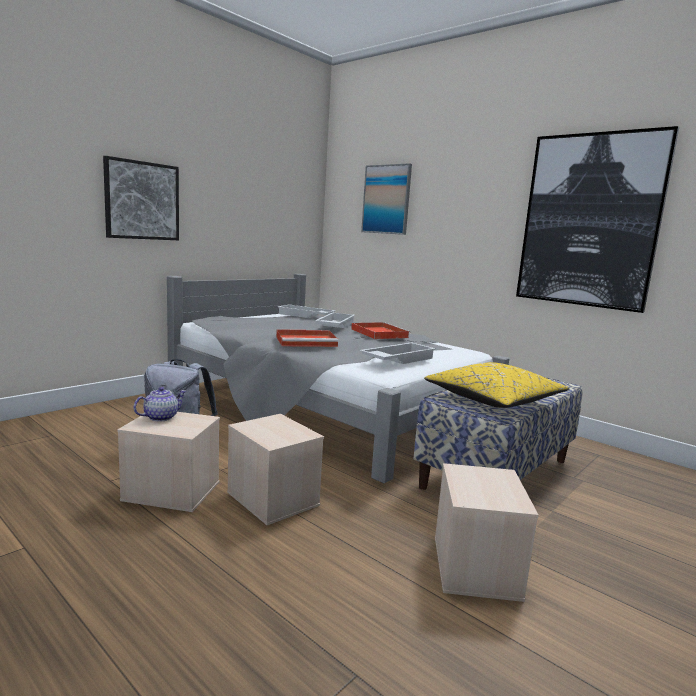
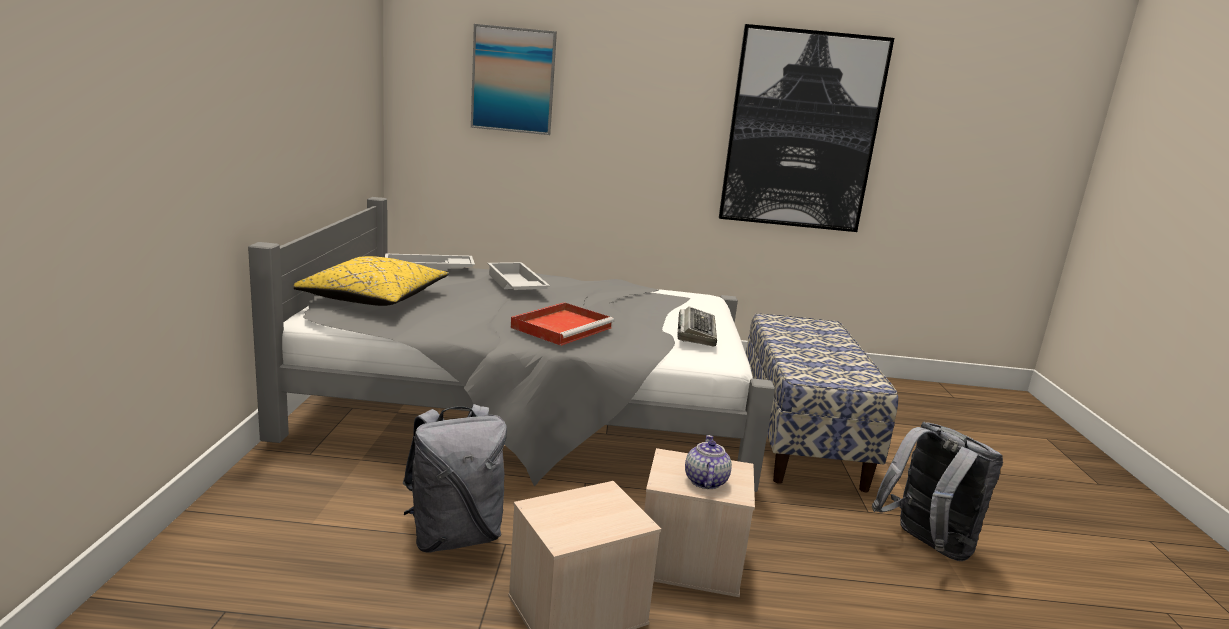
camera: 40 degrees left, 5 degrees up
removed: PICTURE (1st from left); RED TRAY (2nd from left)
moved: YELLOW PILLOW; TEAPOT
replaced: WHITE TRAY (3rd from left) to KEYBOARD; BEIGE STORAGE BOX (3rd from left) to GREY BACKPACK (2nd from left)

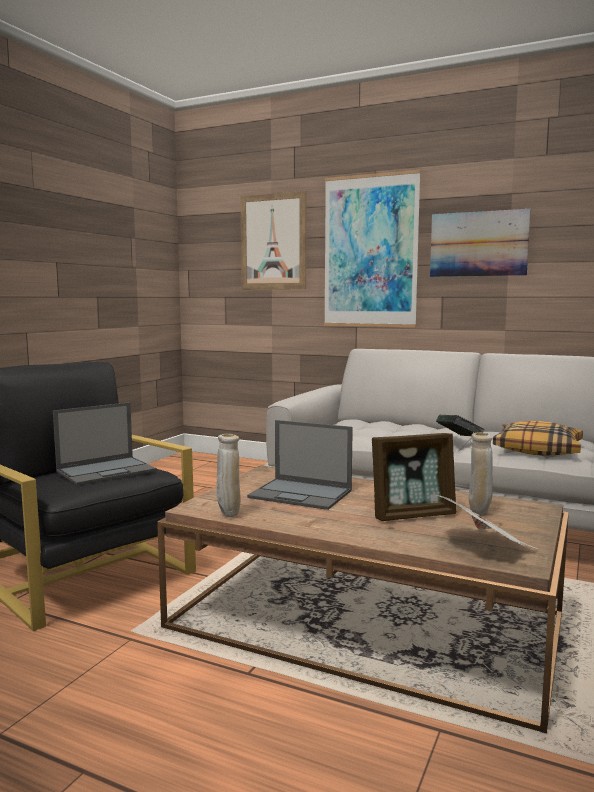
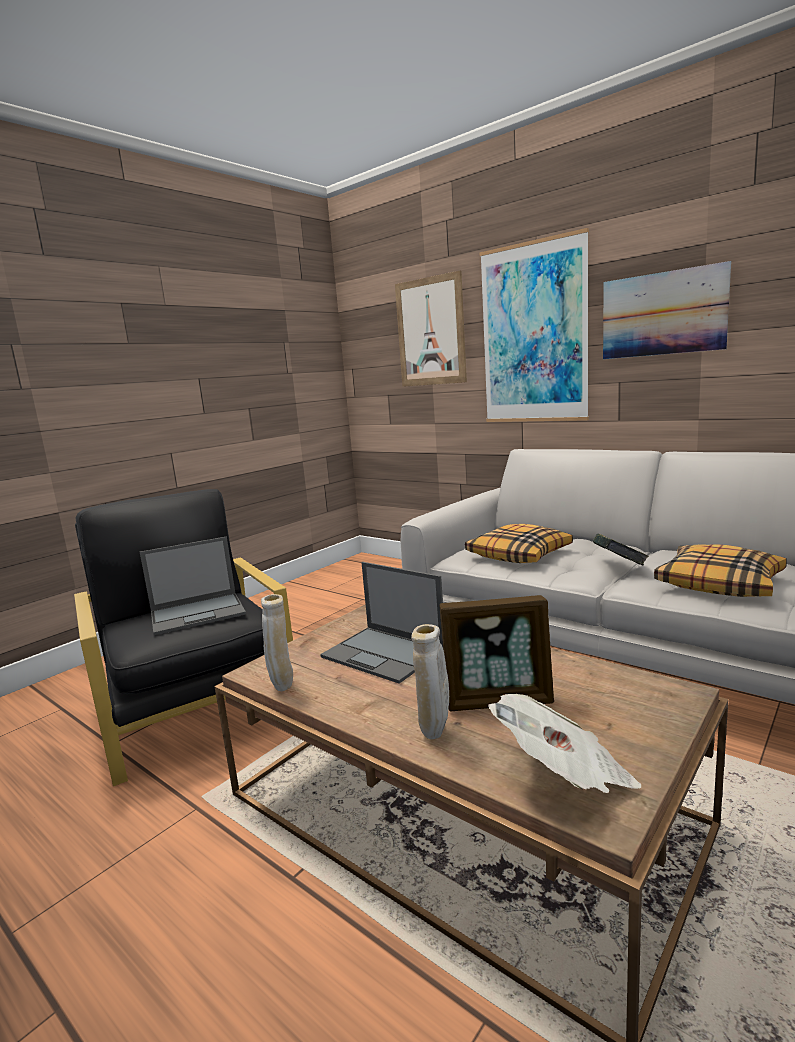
camera: 15 degrees right, 5 degrees up
added: PILLOW (1st from left)
moved: BEIGE VASE (2nd from left)

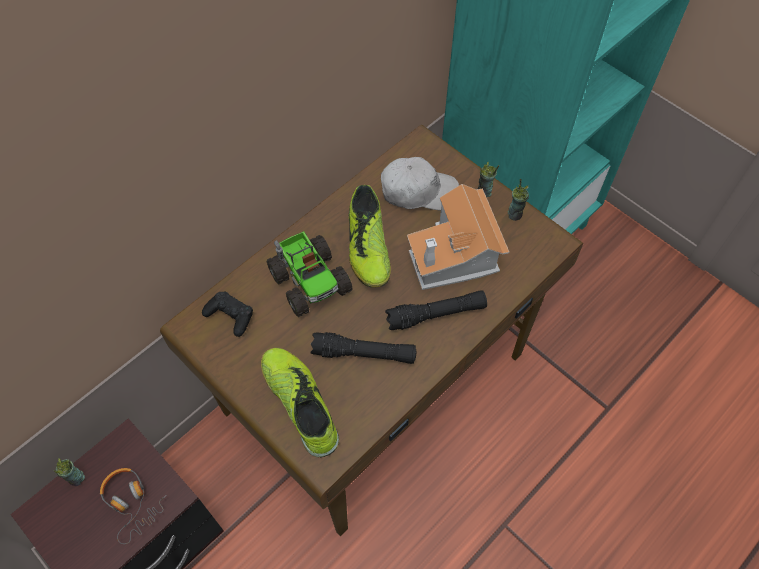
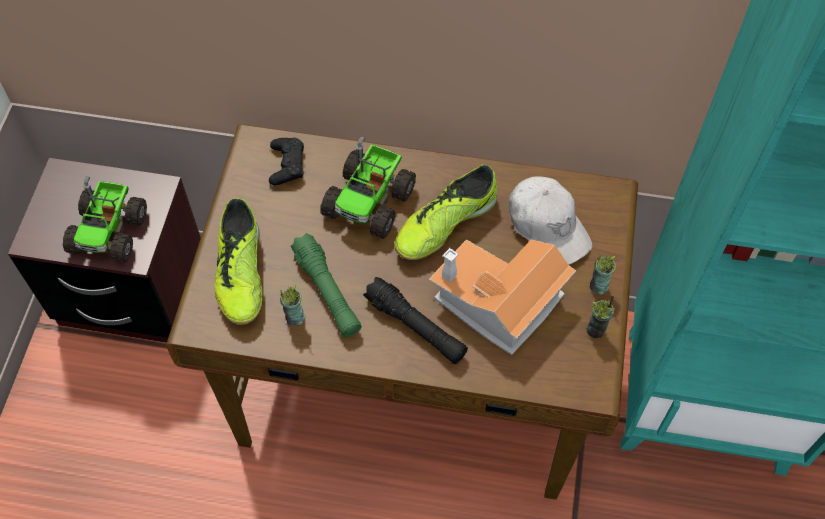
camera: 55 degrees right, 0 degrees up
moved: CUP (1st from left)
replaced: HEADPHONES to TOY TRUCK (1st from left)
recoloured: BLACK FLASHLIGHT (1st from left) to GREEN FLASHLIGHT
turned: SHOE (1st from left) 150 degrees clockwise

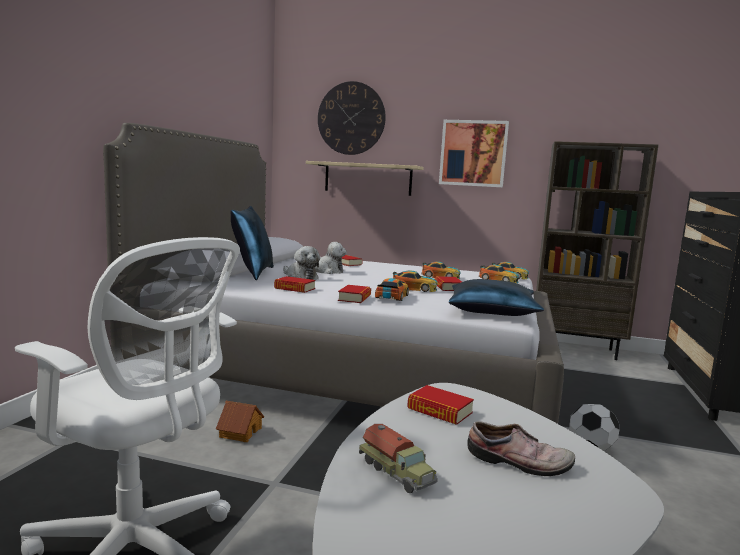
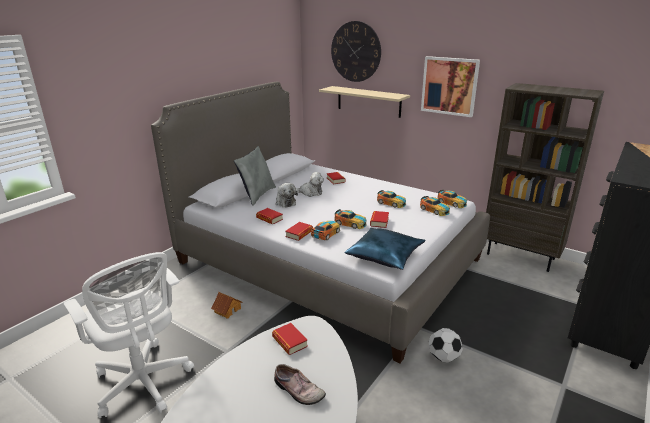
camera: 20 degrees right, 15 degrees up
removed: TOY TRUCK
recoloured: BLUE PILLOW (1st from left) to GREY PILLOW

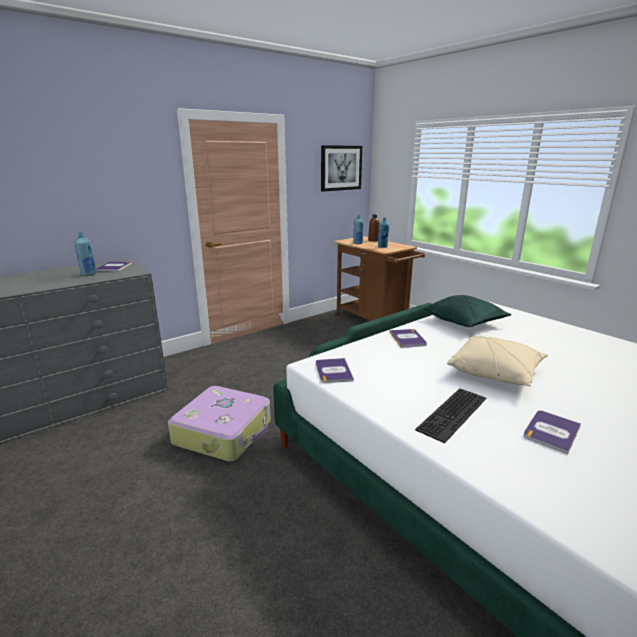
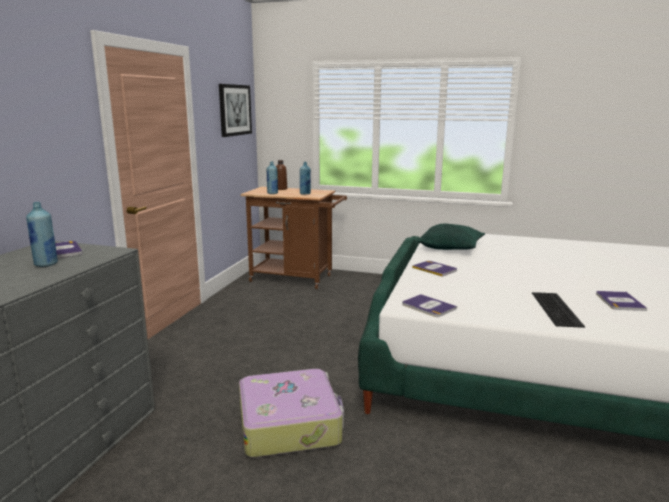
camera: 35 degrees left, 5 degrees down
removed: BEIGE PILLOW

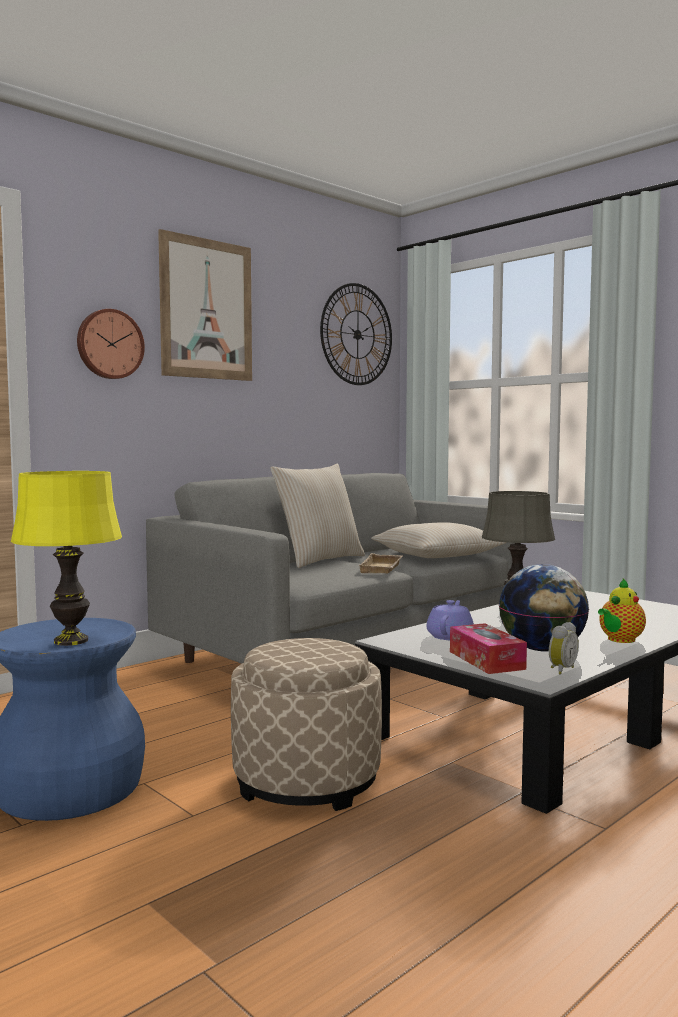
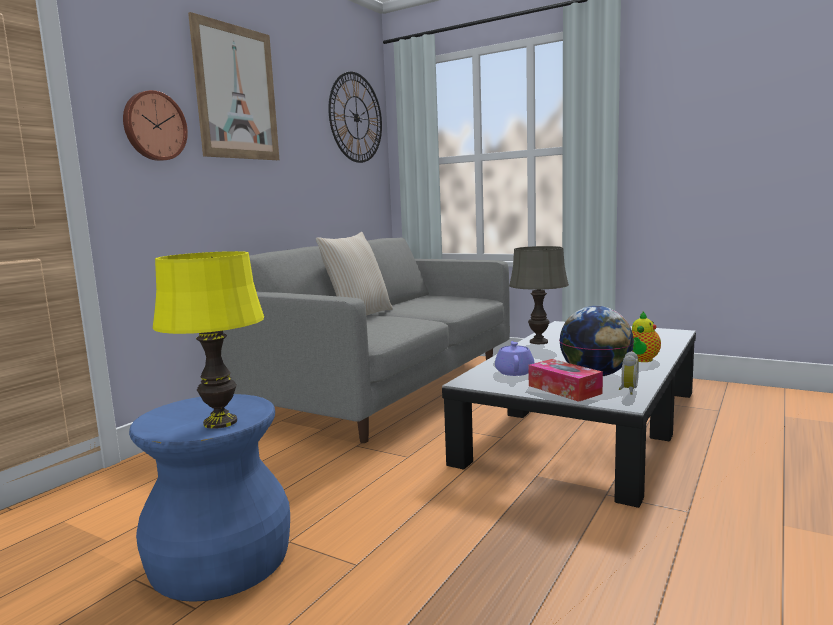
camera: 15 degrees left, 5 degrees up
removed: BEIGE PILLOW (2nd from left); BEIGE TRAY; BEIGE OTTOMAN

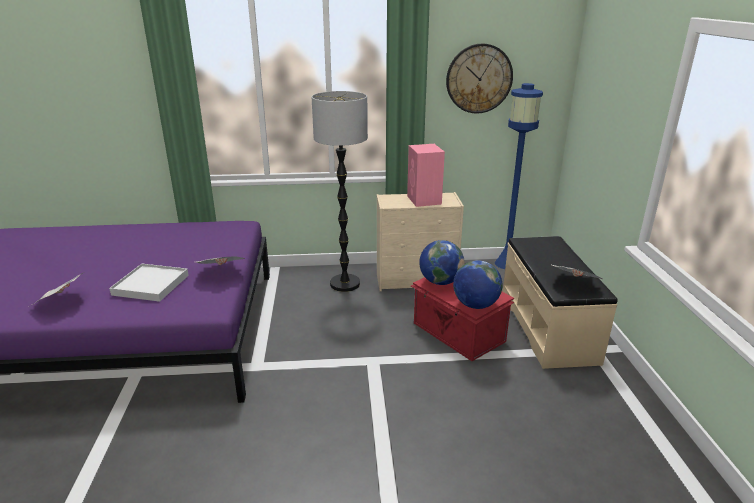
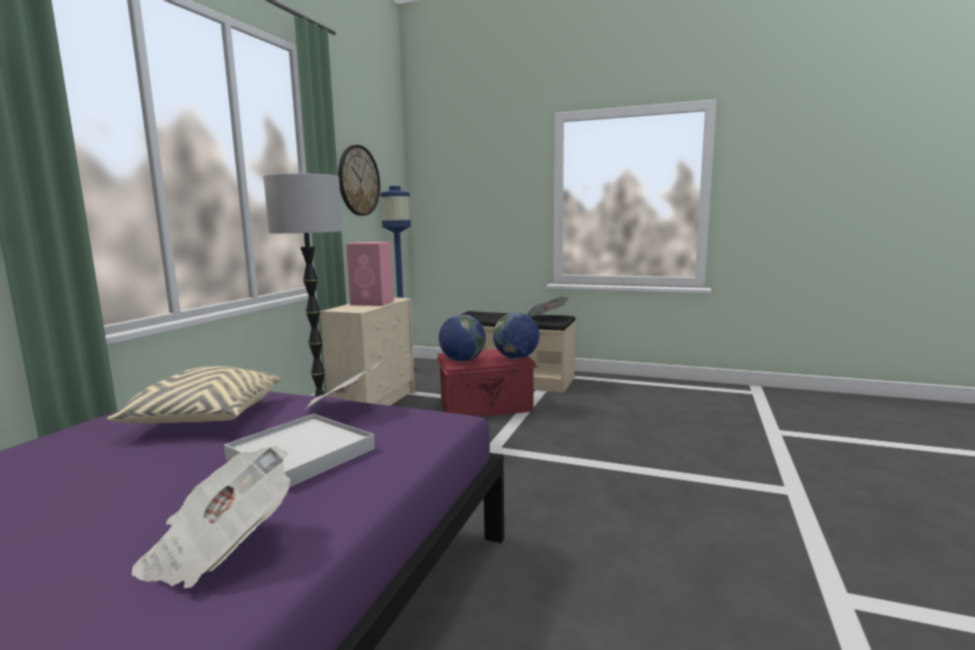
camera: 65 degrees left, 15 degrees down
added: BEIGE PILLOW

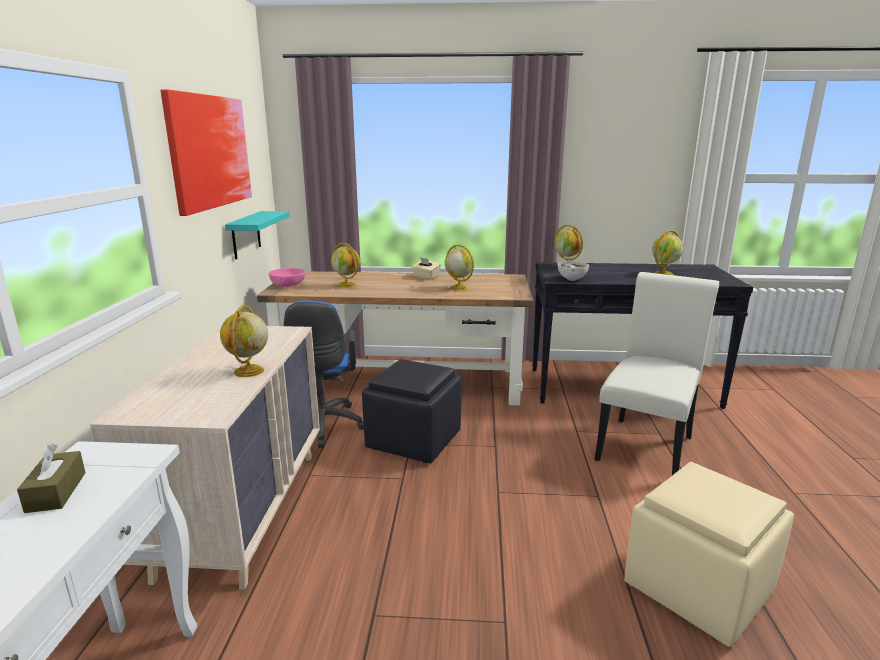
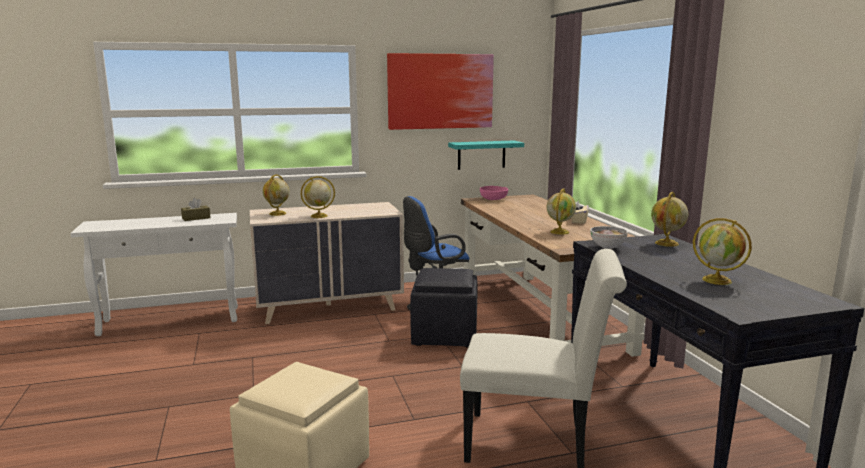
camera: 70 degrees right, 5 degrees down
moved: GLOBE (2nd from left in the first image) to GLOBE (1st from left)

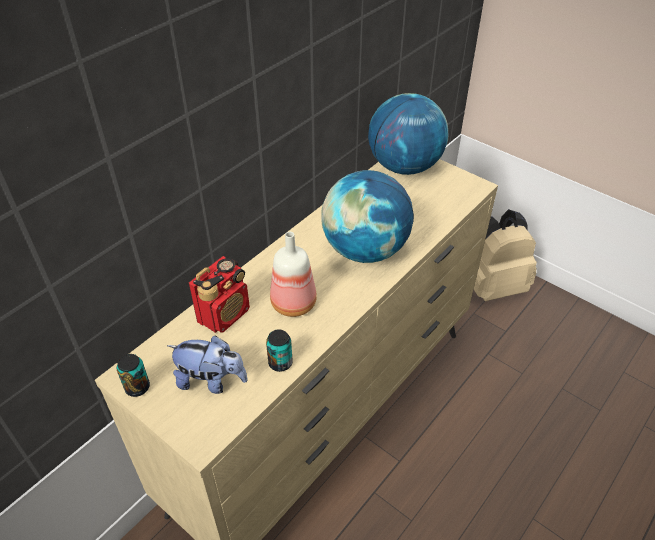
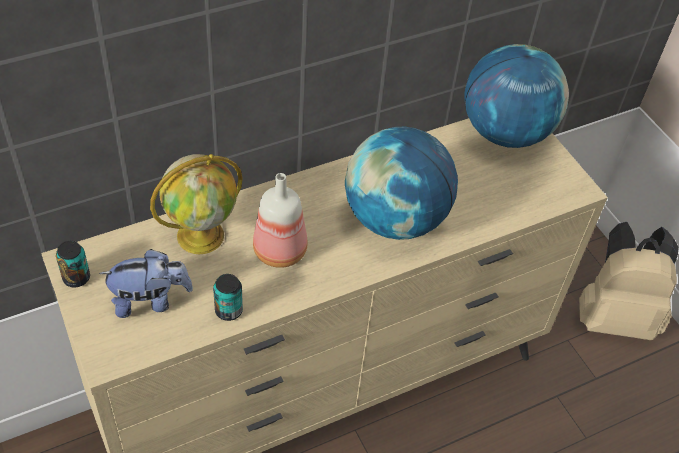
camera: 20 degrees right, 5 degrees up
replaced: RADIO to GLOBE (1st from left)
turned: PLUSH TOY 45 degrees counterclockwise

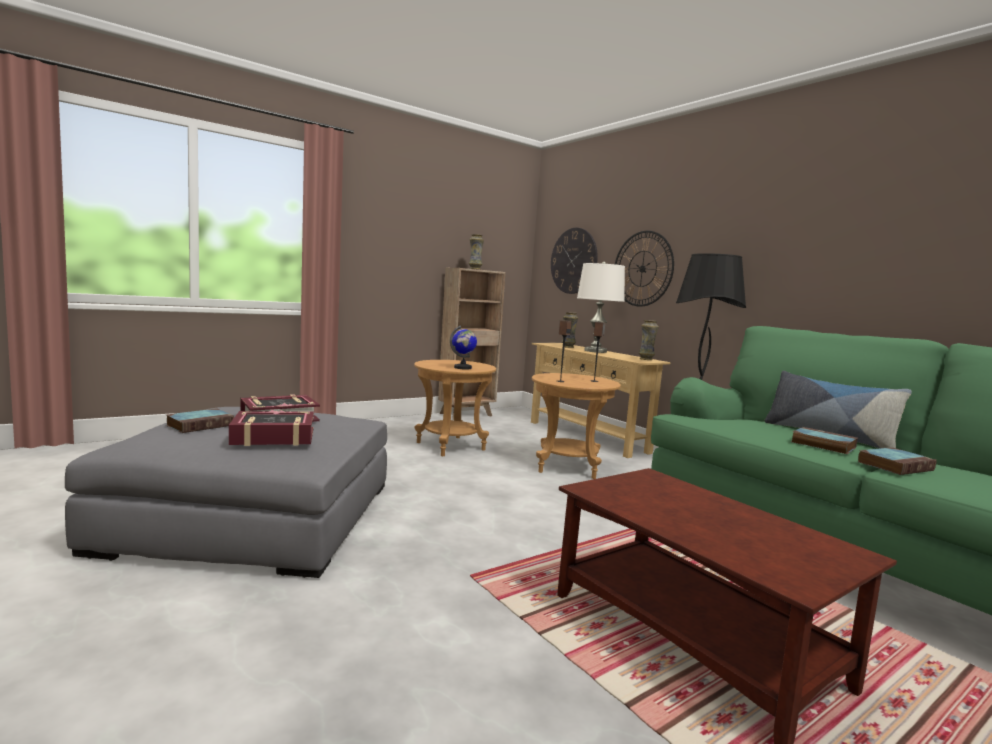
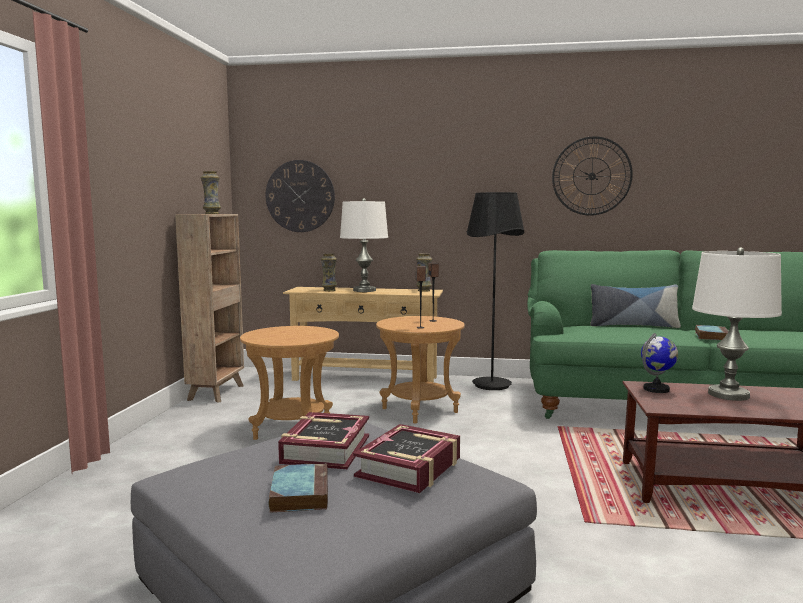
camera: 45 degrees left, 0 degrees up
removed: BOOK (4th from left)
added: WHITE TABLE LAMP (2nd from left)
moved: WALL CLOCK (2nd from left); GLOBE

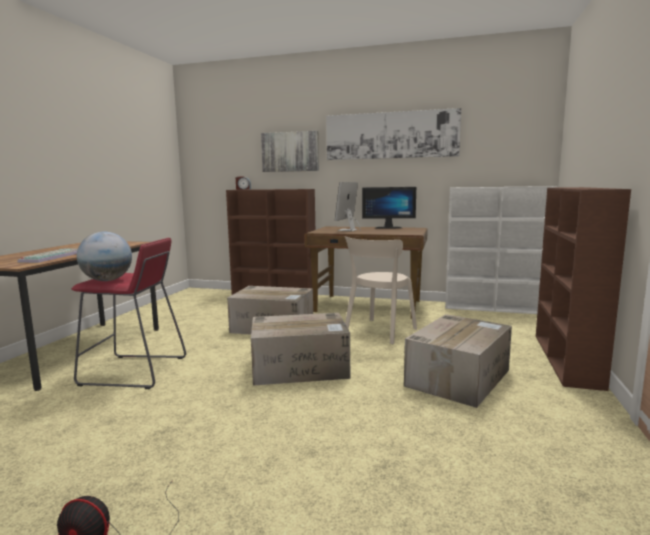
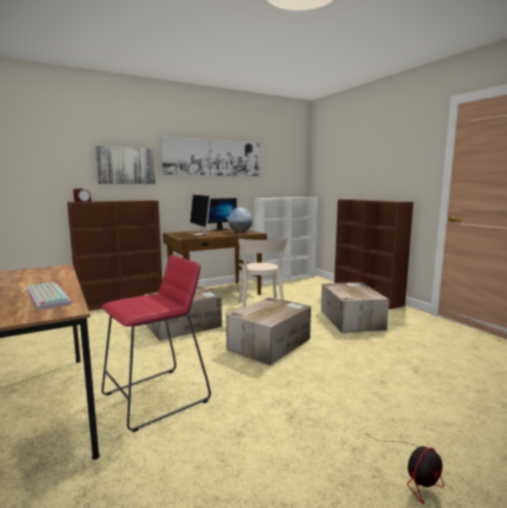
camera: 45 degrees left, 0 degrees up
moved: GLOBE

